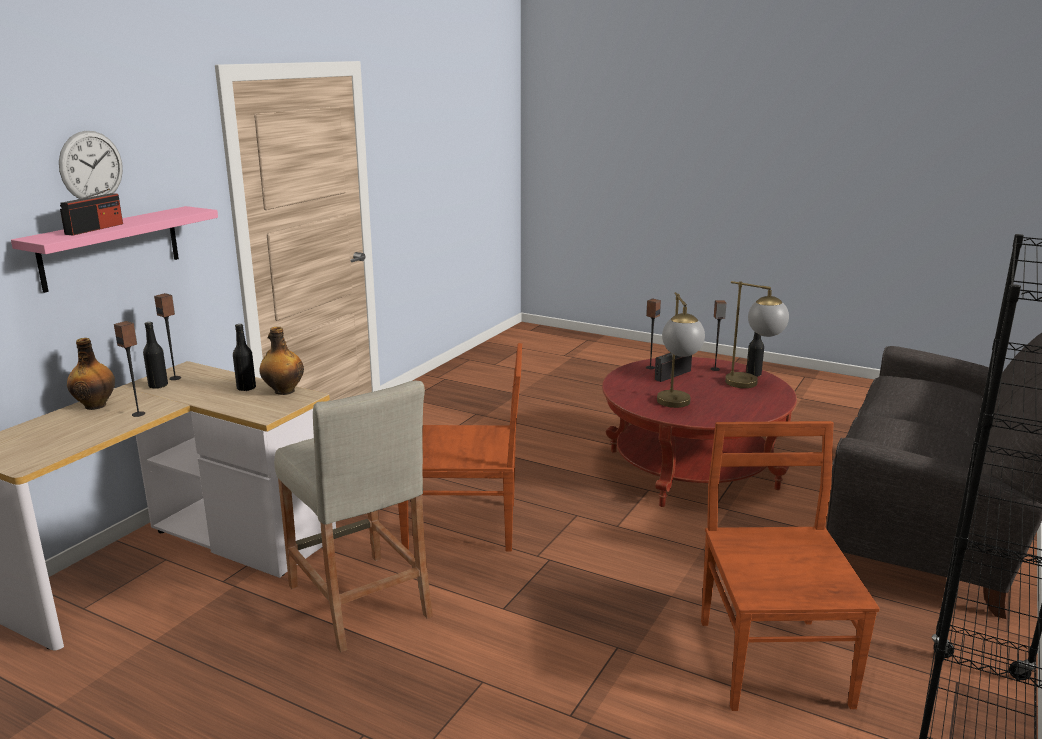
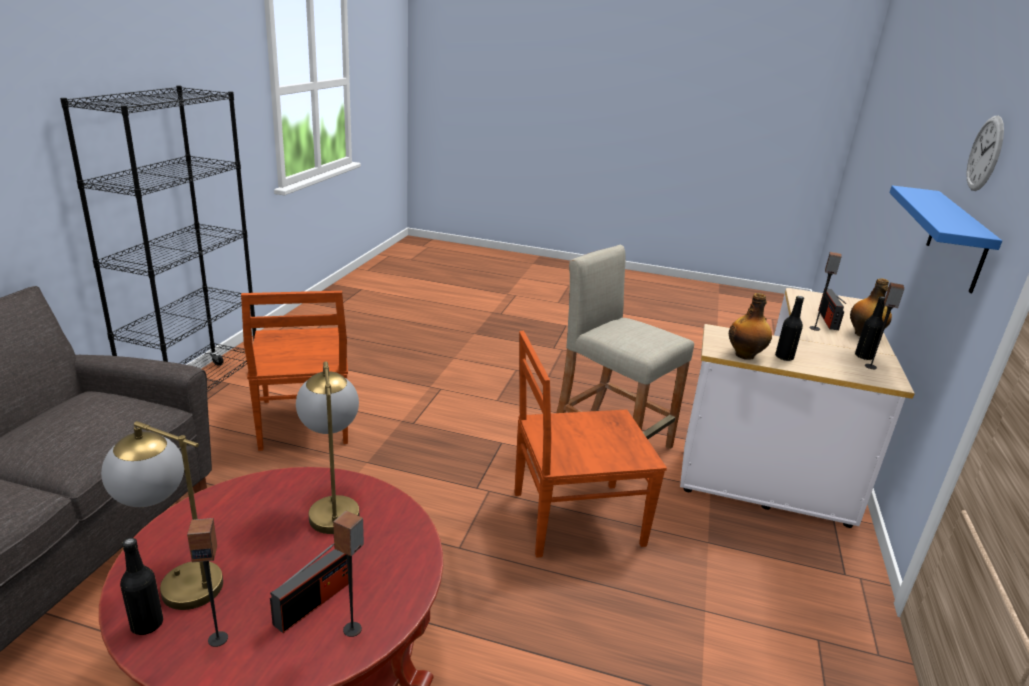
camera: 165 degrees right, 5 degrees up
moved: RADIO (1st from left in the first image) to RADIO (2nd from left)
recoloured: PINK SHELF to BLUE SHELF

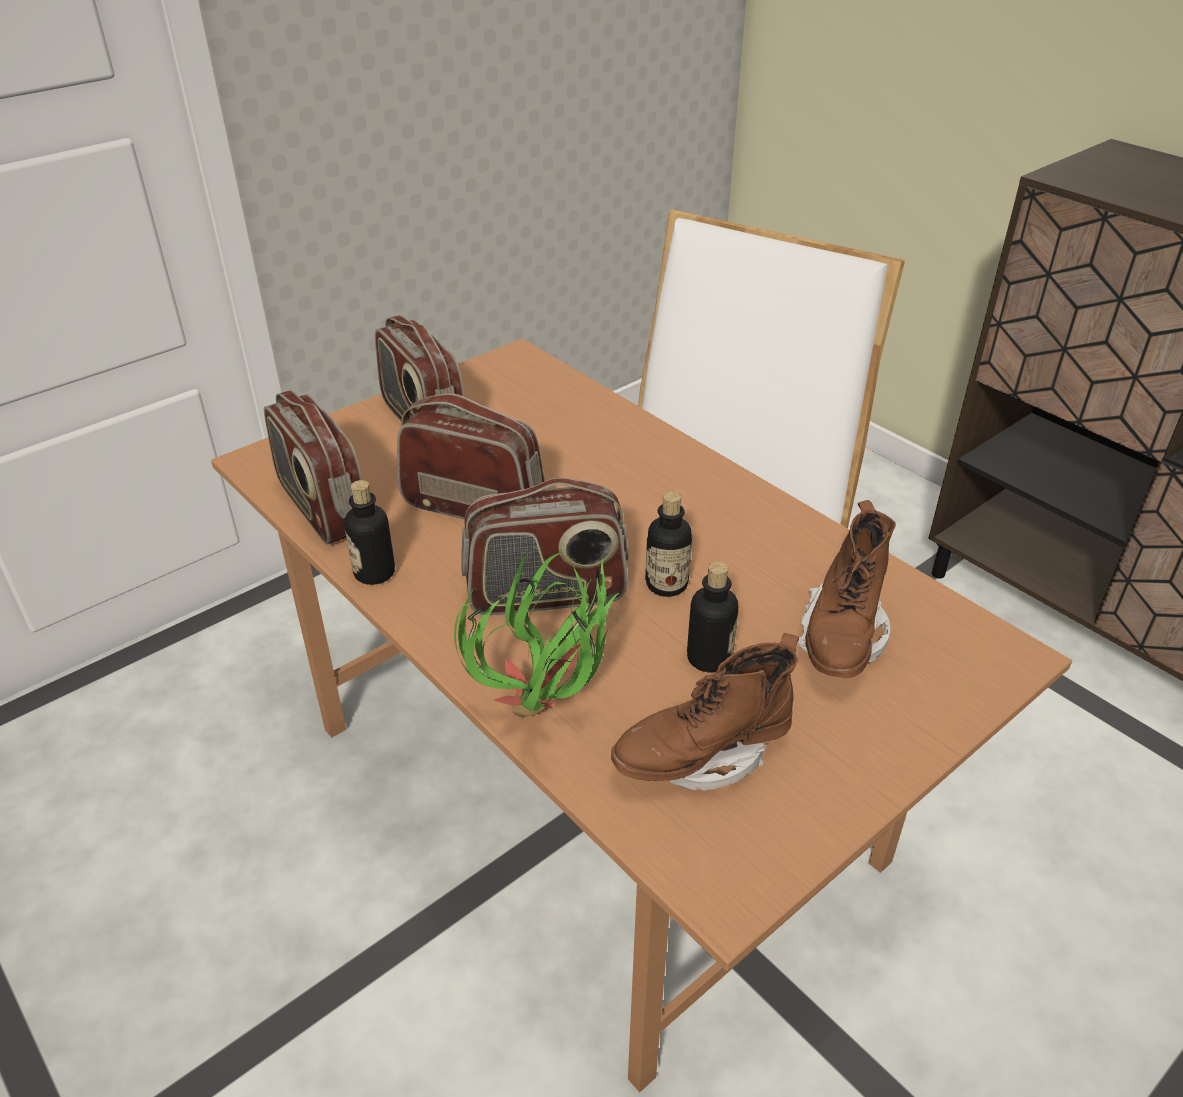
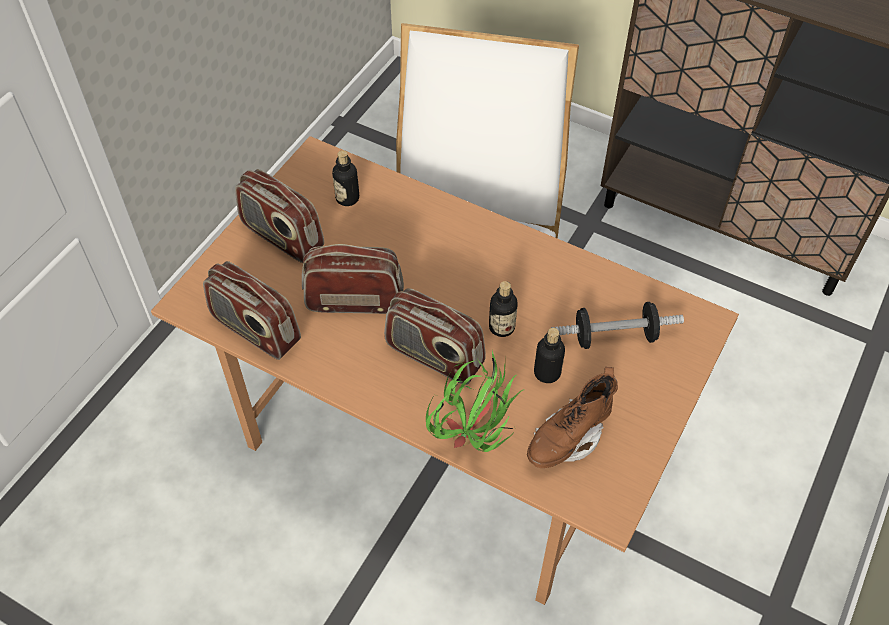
camera: 20 degrees left, 15 degrees up
moved: BOTTLE (1st from left)
replaced: BROWN BOOT (2nd from left) to DUMBBELL
turned: RADIO (4th from left) 60 degrees clockwise

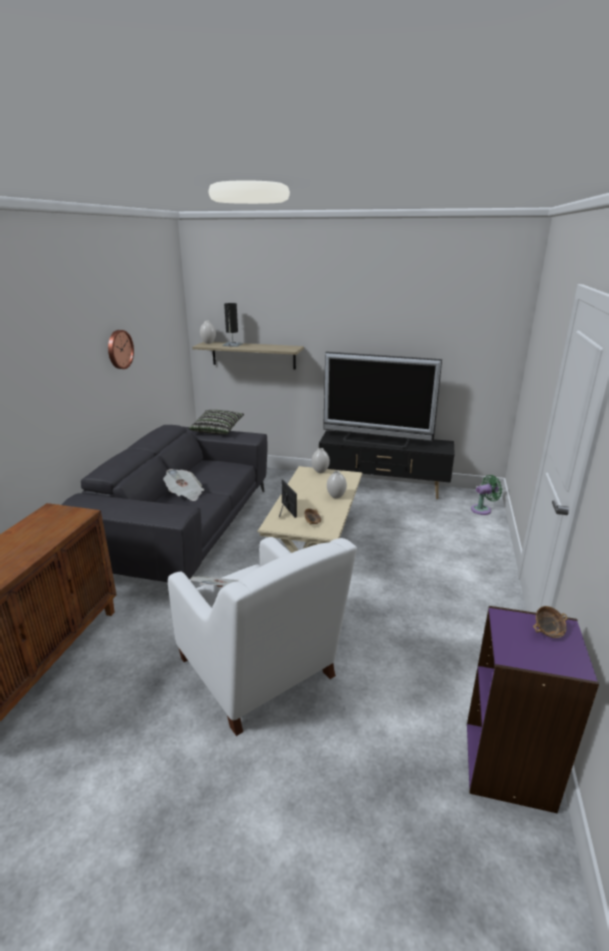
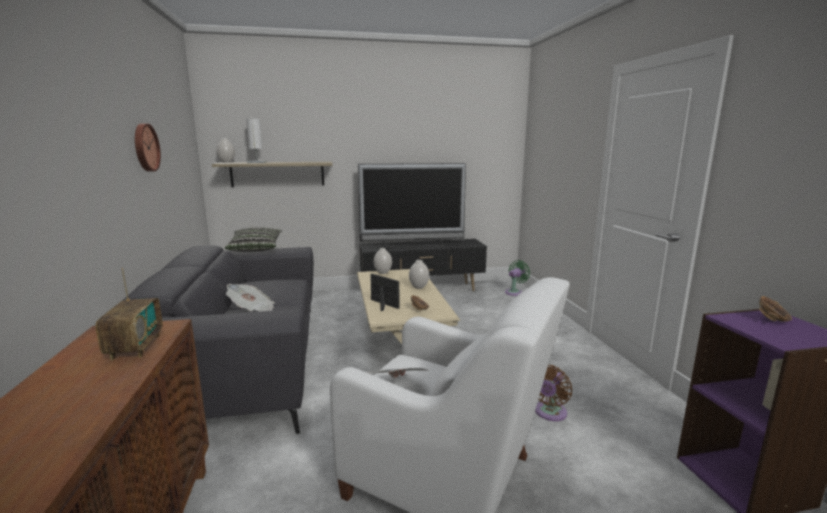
camera: 25 degrees left, 10 degrees down
added: RADIO; BROWN FAN
recoloured: BLACK TABLE LAMP to WHITE TABLE LAMP

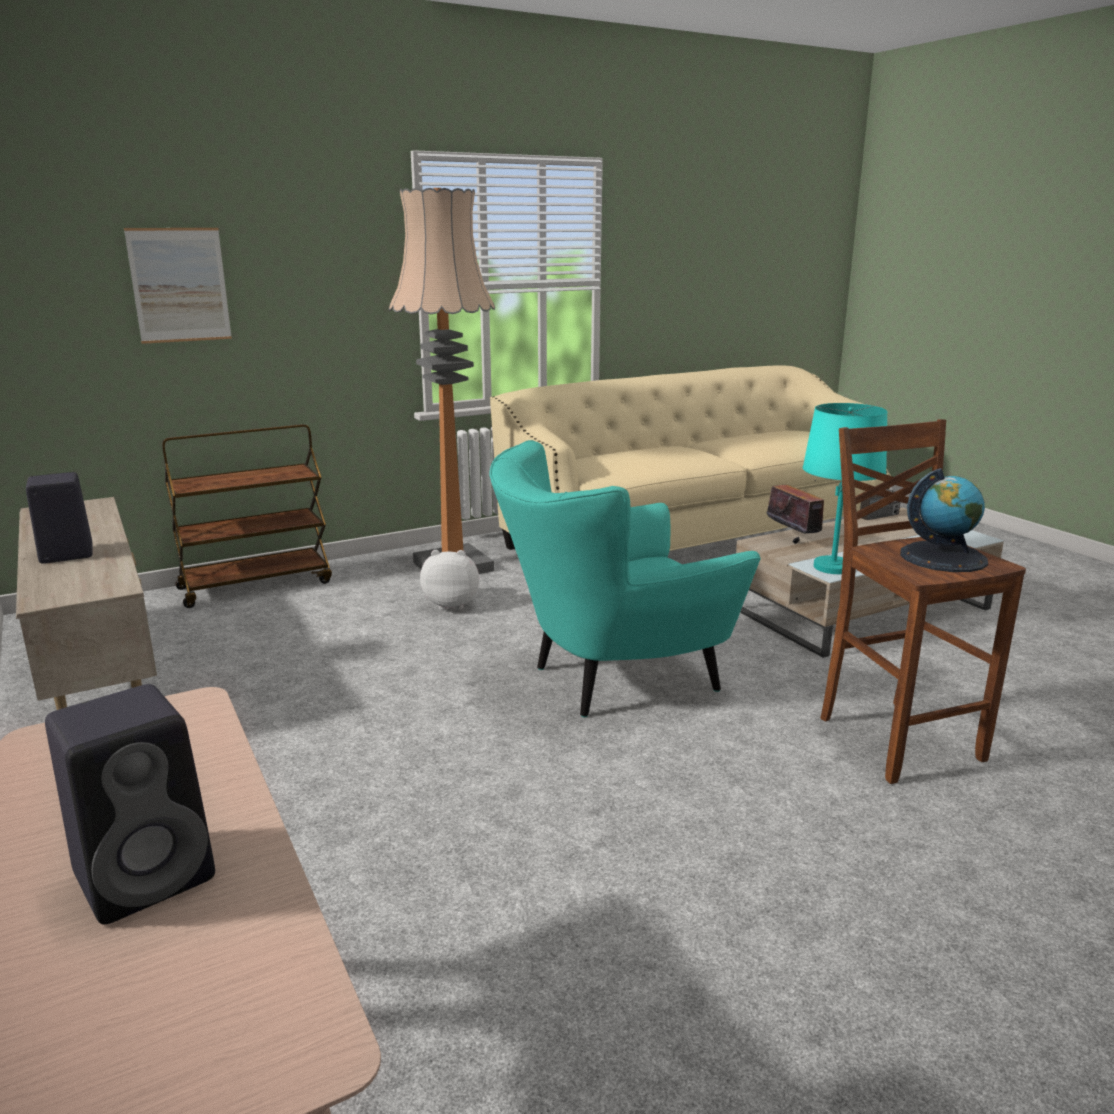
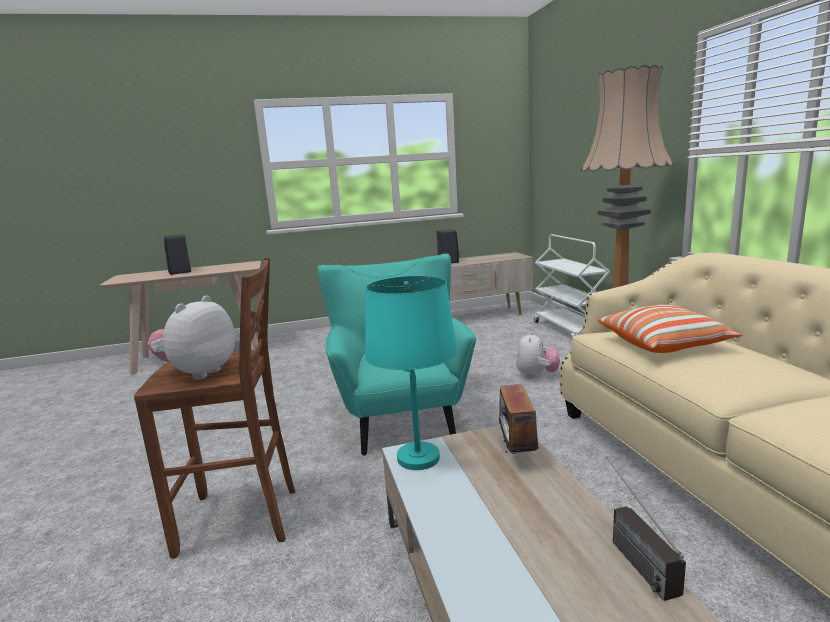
camera: 105 degrees right, 5 degrees down
removed: PICTURE
added: PILLOW
replaced: GLOBE to PLUSH TOY (1st from left)
recoloured: BROWN CART to WHITE CART
turned: RADIO (1st from left) 105 degrees clockwise

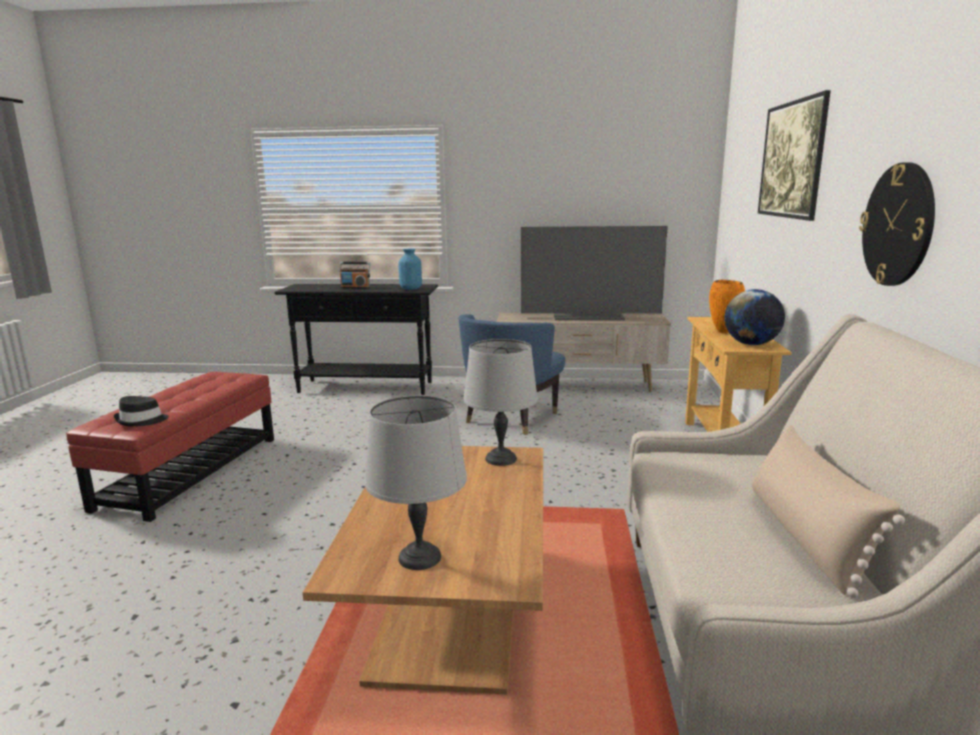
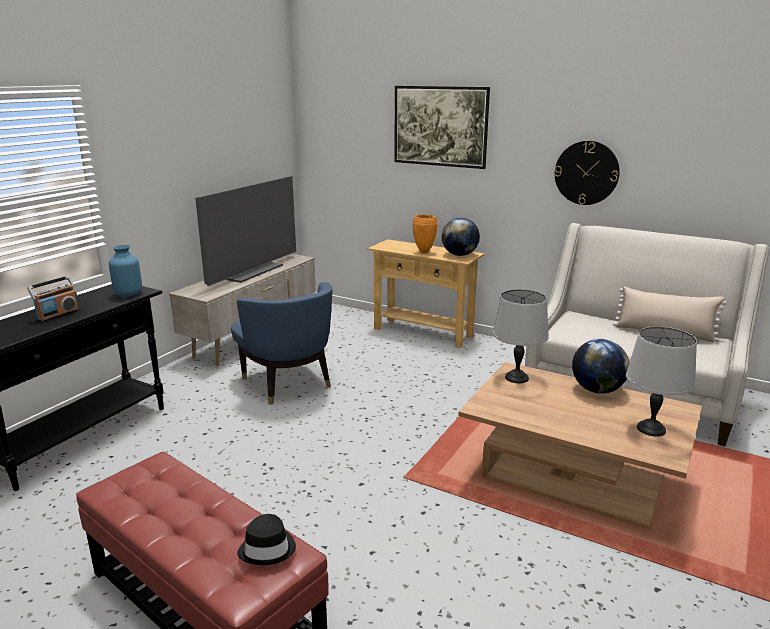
camera: 65 degrees left, 5 degrees up
added: GLOBE (2nd from left)

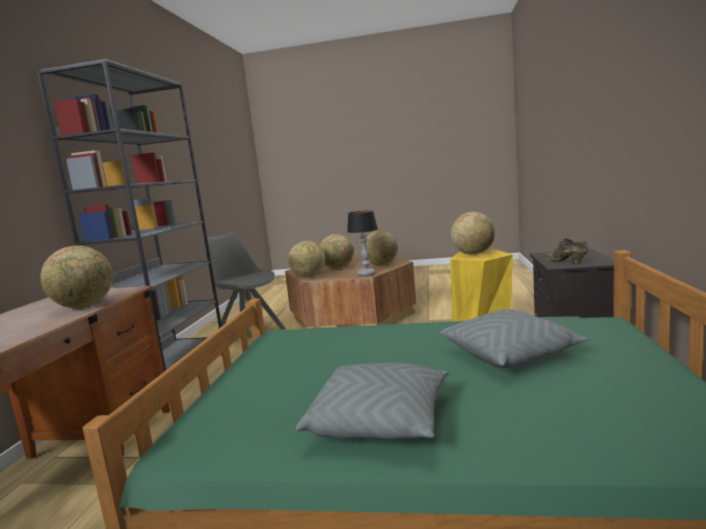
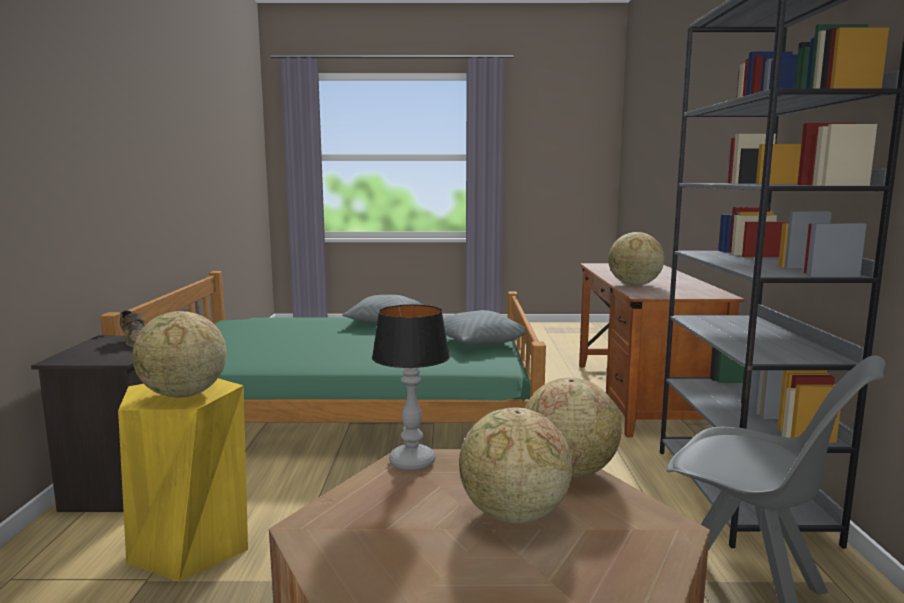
camera: 170 degrees right, 0 degrees up
removed: GLOBE (4th from left)
moved: GREY PILLOW (2nd from left)

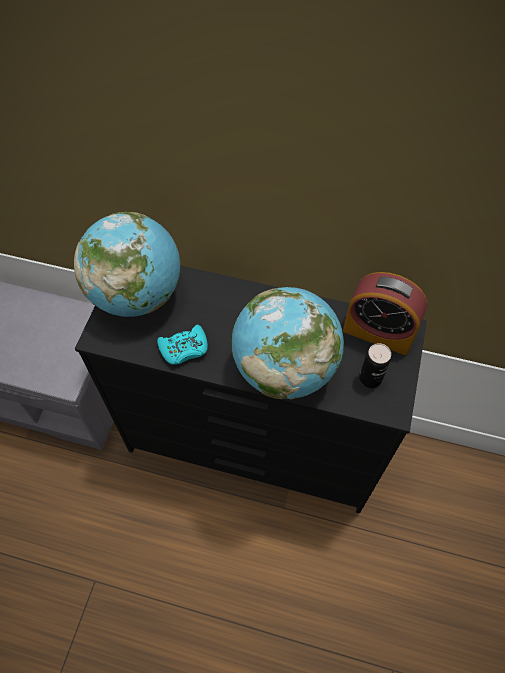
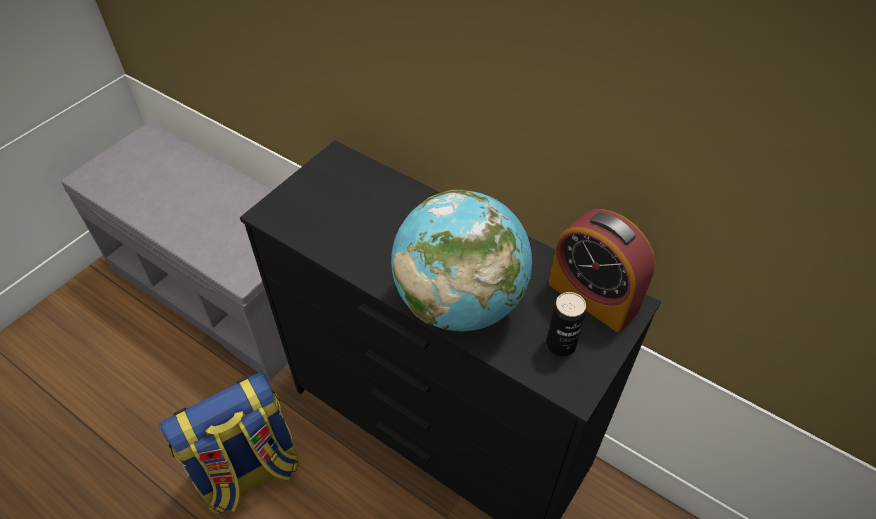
camera: 20 degrees right, 10 degrees down
removed: GLOBE (1st from left); TURQUOISE GAME CONTROLLER
added: BACKPACK

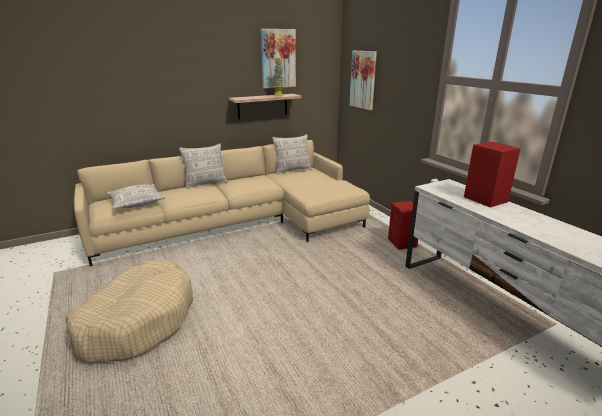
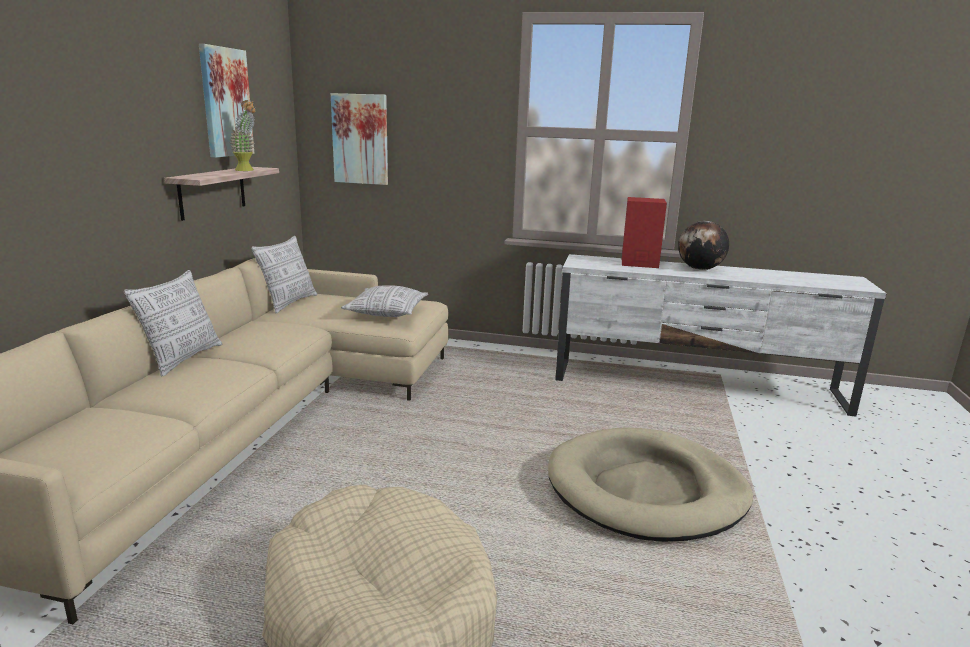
camera: 50 degrees left, 5 degrees down
removed: RED SPEAKER (1st from left)
added: GLOBE; BEIGE DOG BED (2nd from left)
moved: PILLOW (1st from left in the first image) to PILLOW (3rd from left)

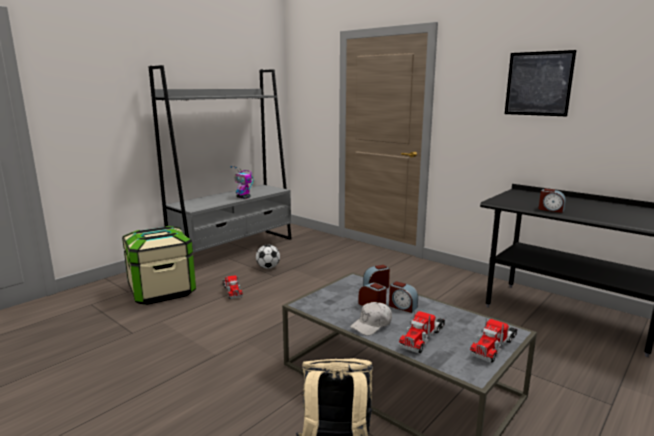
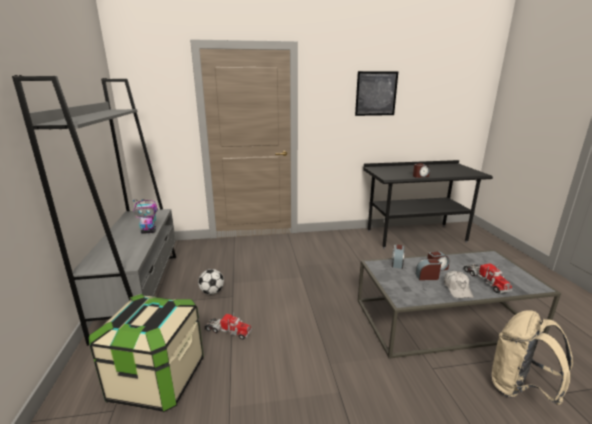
camera: 50 degrees left, 5 degrees up
removed: TOY TRUCK (3rd from left)

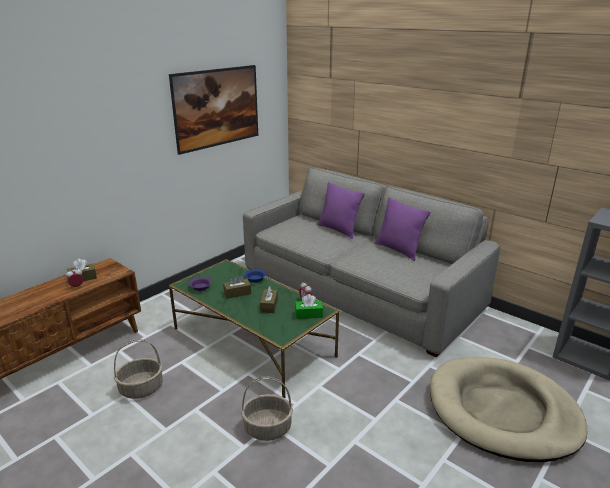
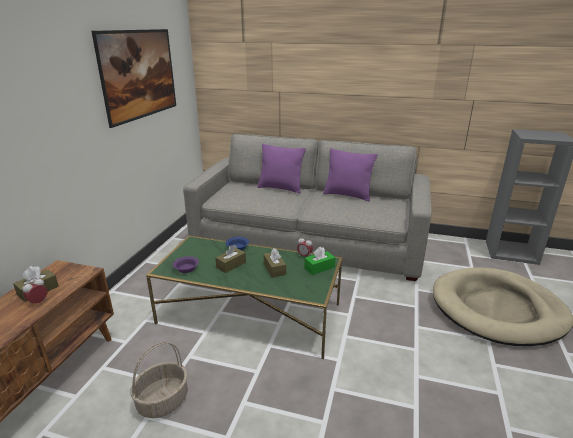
camera: 25 degrees left, 0 degrees up
removed: BASKET (2nd from left)

